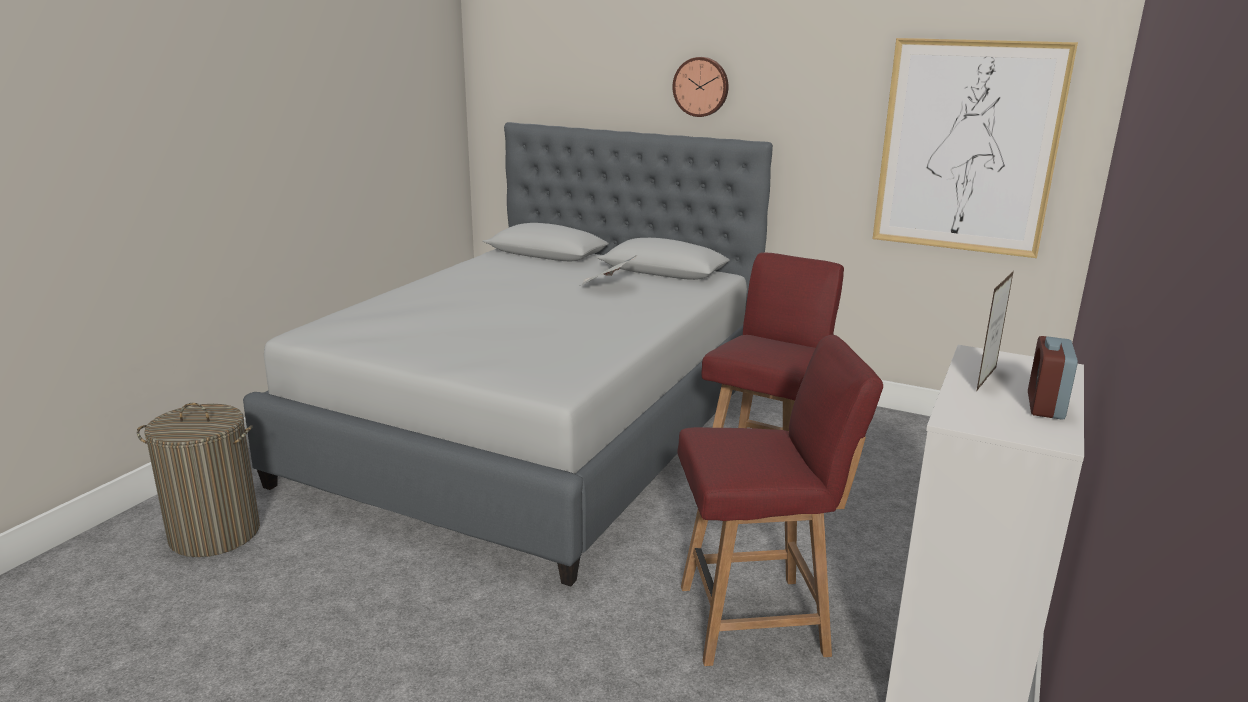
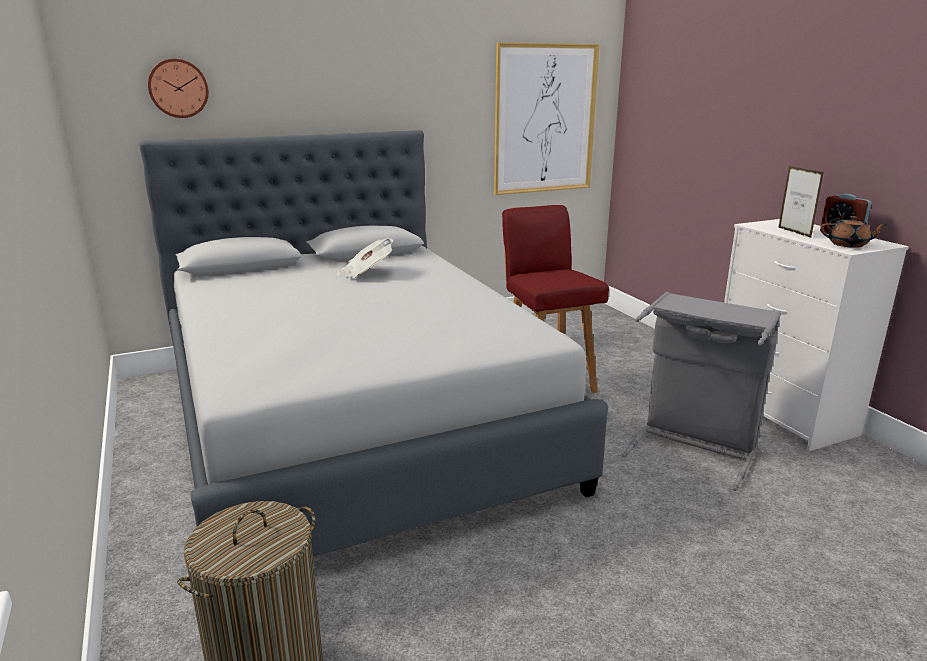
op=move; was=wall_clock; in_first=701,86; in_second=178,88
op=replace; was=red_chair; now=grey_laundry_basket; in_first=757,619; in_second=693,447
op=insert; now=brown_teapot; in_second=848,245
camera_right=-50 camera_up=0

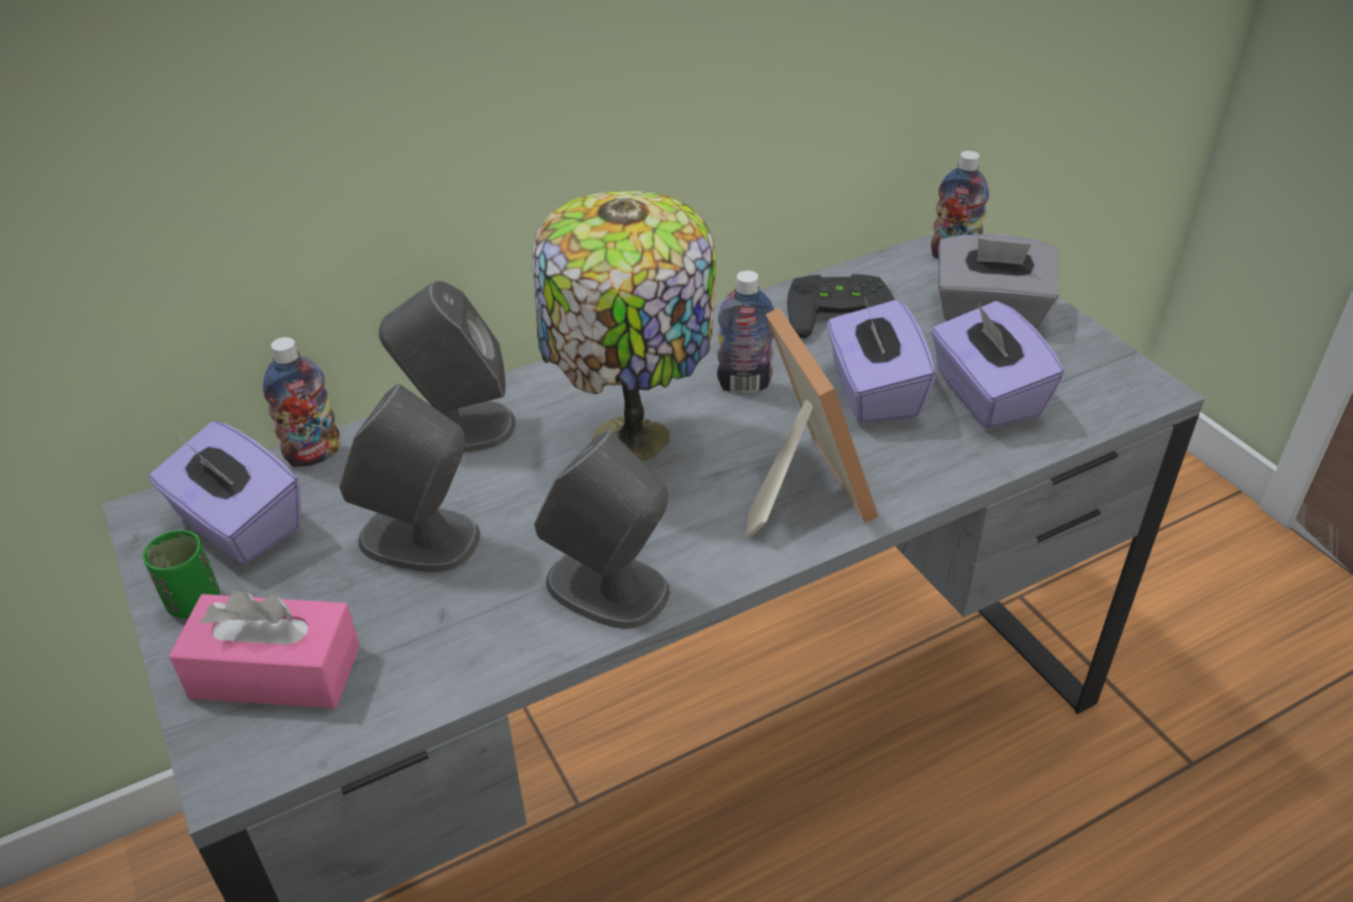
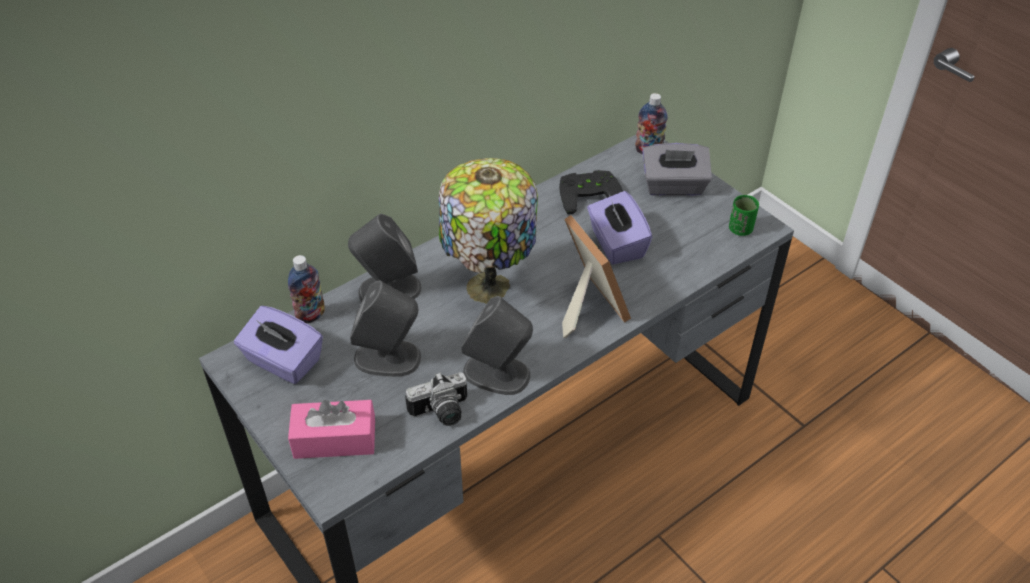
op=insert; now=photo_camera; in_second=441,413
op=move; was=green_cup; in_first=194,602; in_second=740,229
op=delete; was=bottle; in_first=744,384
op=delete; was=purple_tissue_box; in_first=985,395
camera_right=-10 camera_up=5

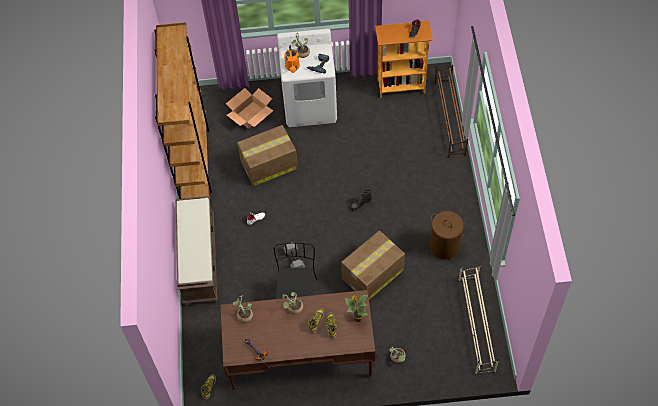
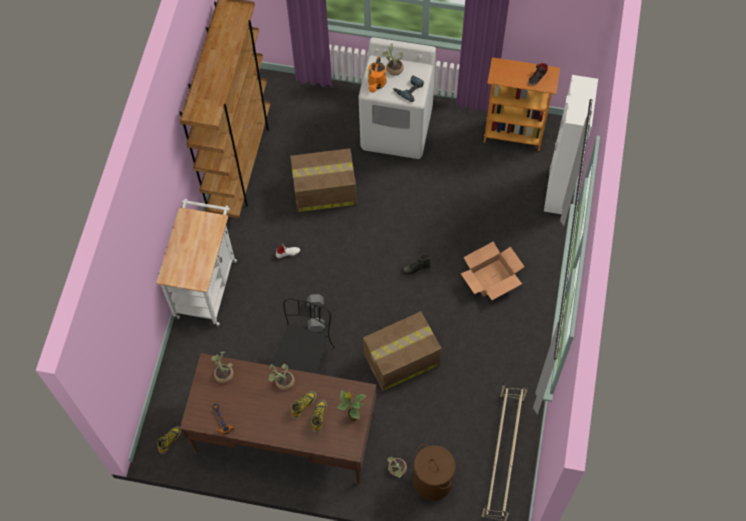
op=replace; was=brown_bench; now=white_cart; in_first=198,259; in_second=206,283
op=move; was=brown_laundry_basket; in_first=444,246; in_second=432,481
op=move; was=cardboard_box; in_first=250,114; in_second=491,277
op=replace; was=brown_shoe_rack; now=white_cabinet; in_first=449,118; in_second=558,191
camera_right=15 camera_up=5

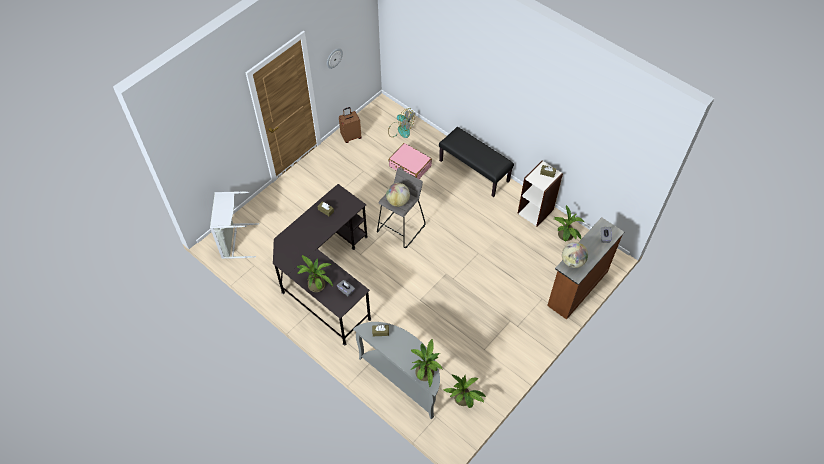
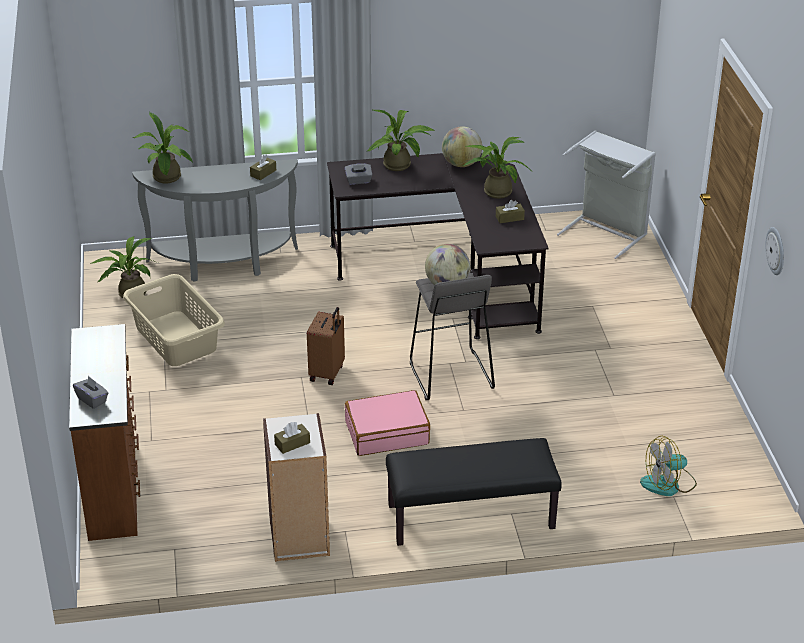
op=insert; now=beige_laundry_basket; in_second=176,338
op=move; was=brown_suitcase; in_first=351,136; in_second=327,373
op=move; was=pink_suitcase; in_first=410,166; in_second=387,432
op=move; was=globe; in_first=572,261; in_second=461,164
op=move; was=potted_plant; in_first=565,237; in_second=495,190
camera_right=130 camera_up=-20

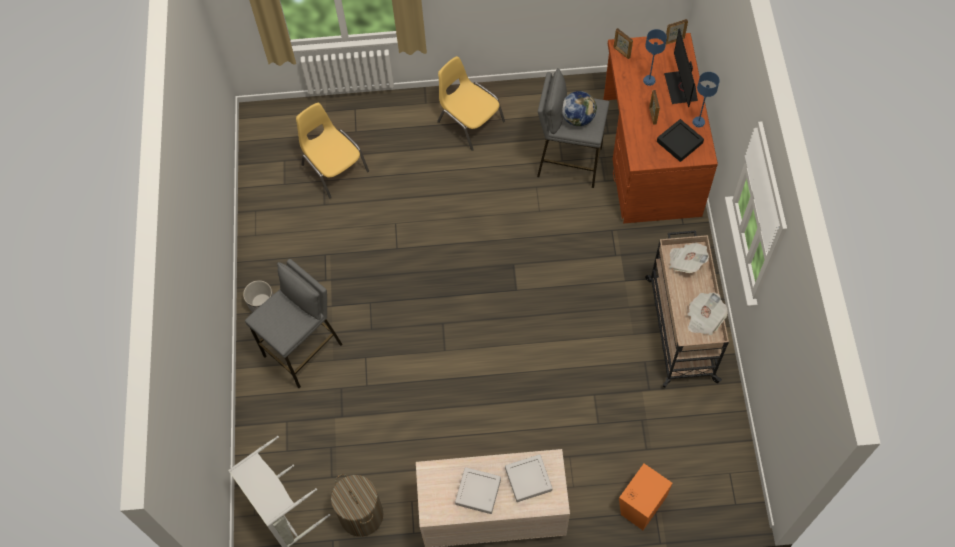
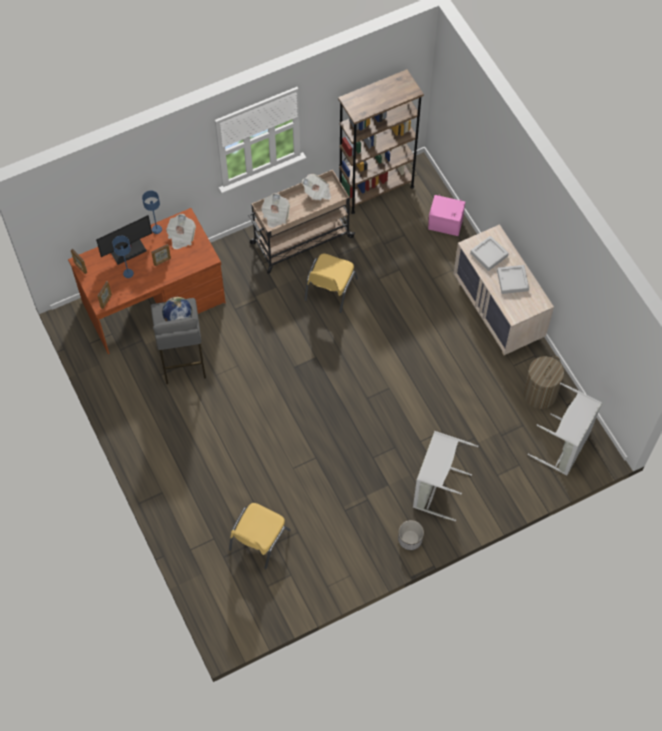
op=replace; was=black_tray; now=newspaper; in_first=679,142; in_second=181,236
op=move; was=yellow_chair; in_first=469,121; in_second=330,290
op=insert; now=brown_bookcase; in_second=376,189
op=replace; was=grey_stool; now=grey_laundry_basket; in_first=304,350; in_second=435,488
op=recolor; was=orange_speaker; now=pink_speaker; in_first=641,505; in_second=445,226
camera_right=-115 camera_up=0

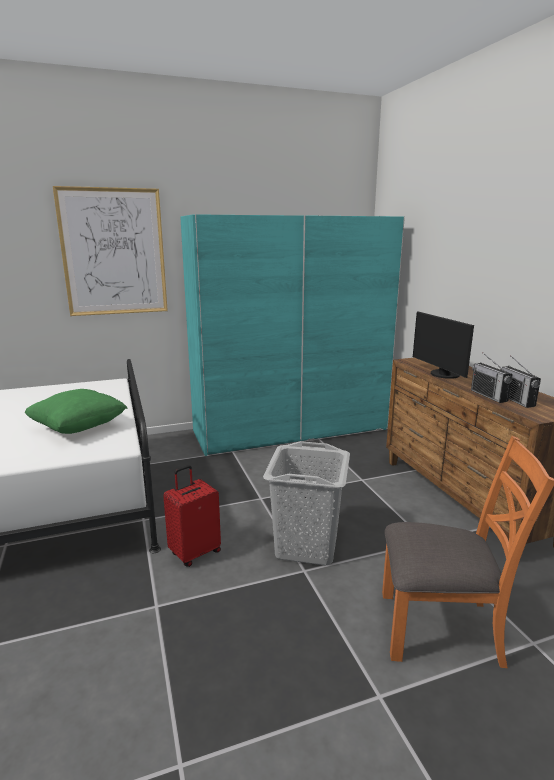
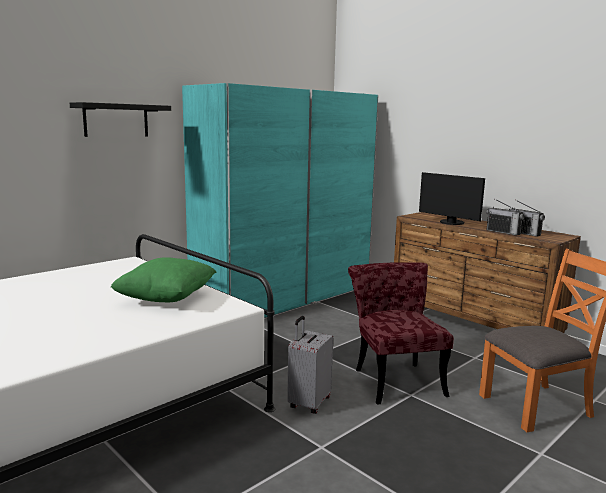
op=replace; was=picture; now=black_shelf; in_first=114,252; in_second=116,120
op=recolor; was=red_suitcase; now=grey_suitcase; in_first=194,552; in_second=308,403
op=replace; was=grey_laundry_basket; now=red_chair; in_first=307,545; in_second=394,378
camera_right=-25 camera_up=-5

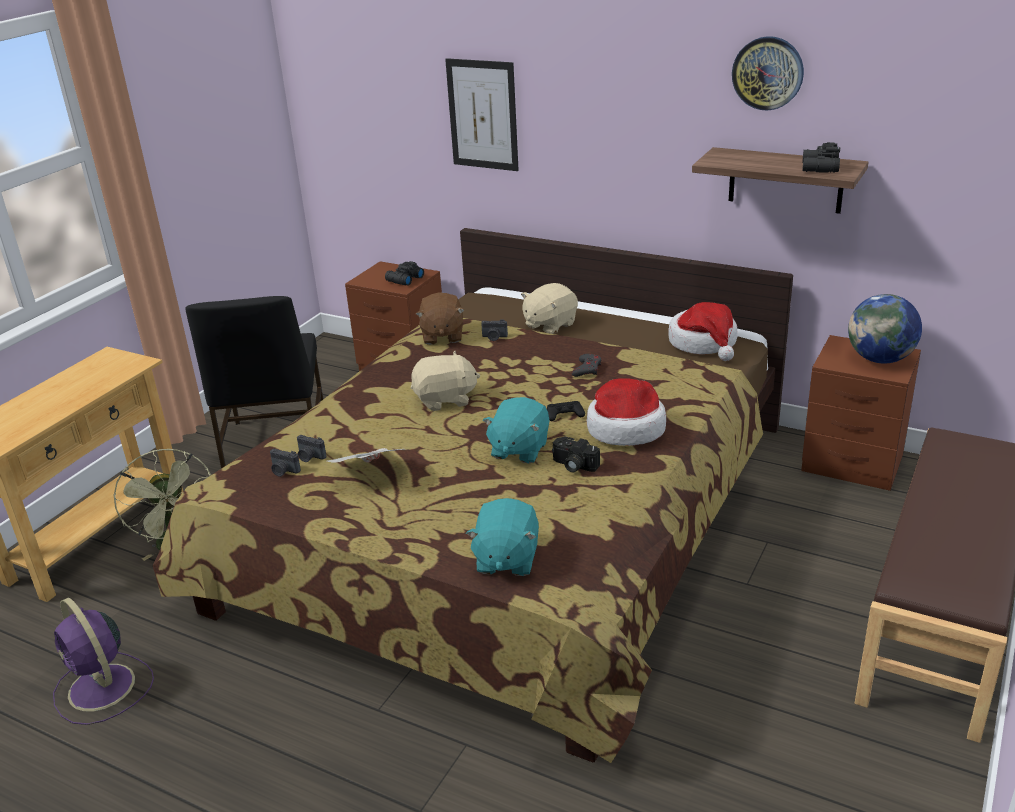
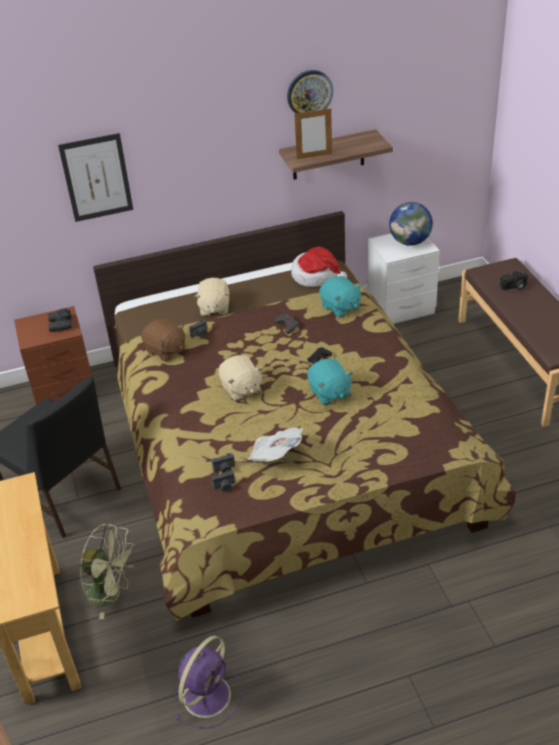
op=rotate; was=purple_fan; in_first=103,689; in_second=208,694; clockwise=-60
op=rotate; was=beige_plush_toy; in_first=445,400; in_second=241,389; clockwise=120
op=insert; now=picture_frame; in_second=314,156
op=move; was=turquoise_plush_toy; in_first=506,559; in_second=340,307
op=recolor; was=brown_nightstand; now=white_nightstand; in_first=854,464; in_second=402,308
op=move; was=photo_camera; in_first=573,465; in_second=514,287
op=delete; was=hat; in_first=625,428
op=delete; was=black_binoculars; in_first=818,168
camera_right=-45 camera_up=10

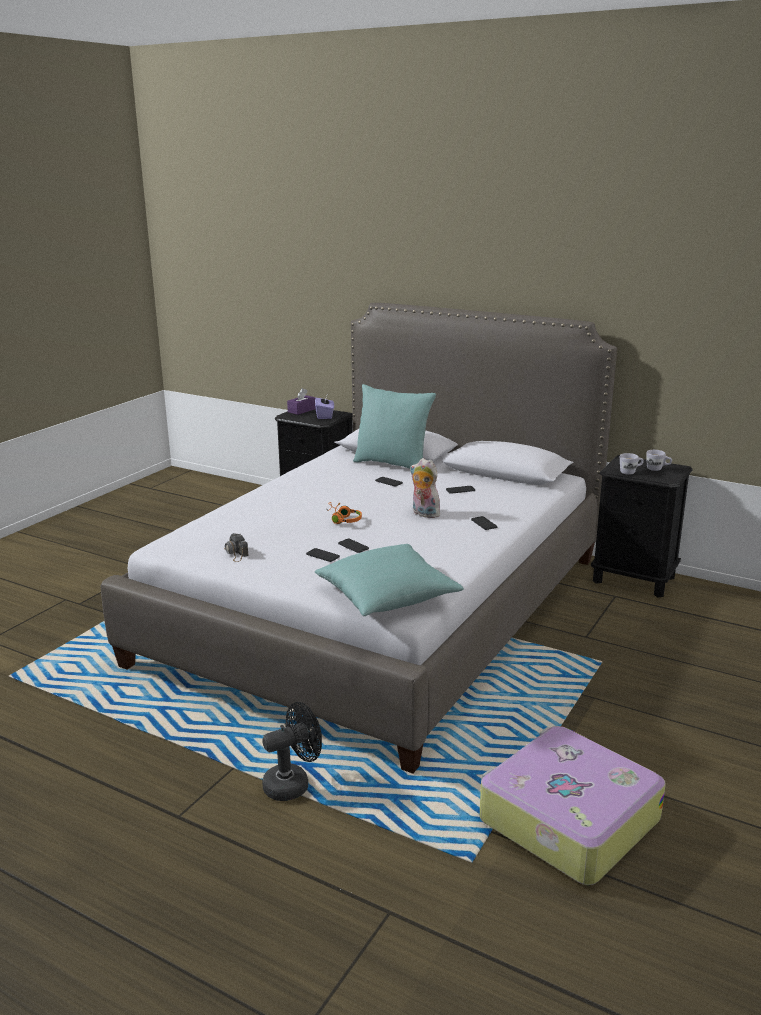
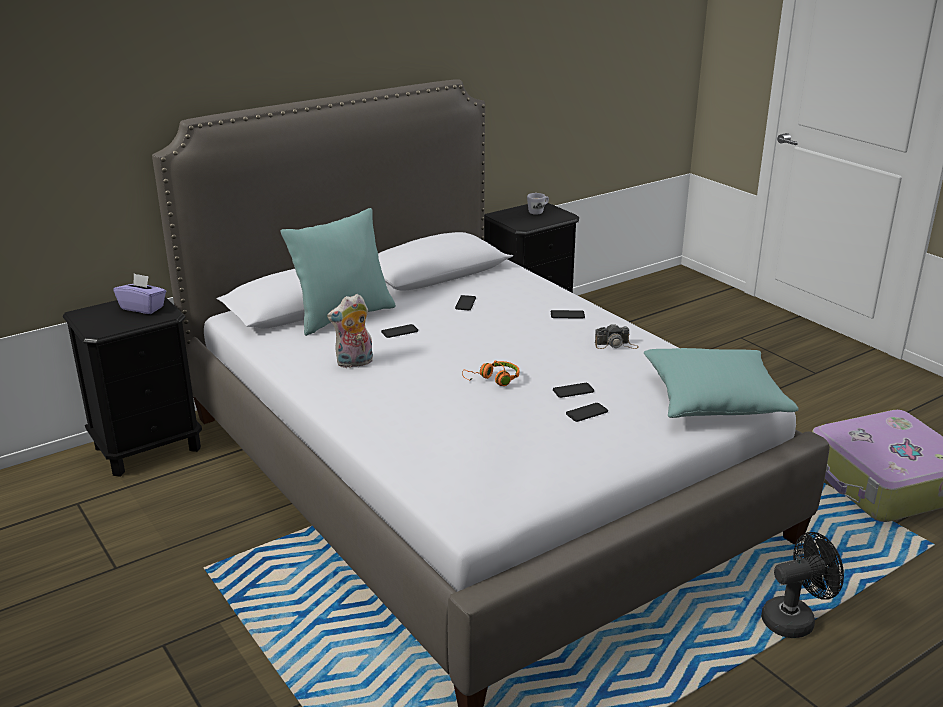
op=move; was=plush_toy; in_first=424,514; in_second=354,363
op=move; was=photo_camera; in_first=235,553; in_second=616,345
op=rotate; was=black_fan; in_first=293,783; in_second=795,619; clockwise=75
op=delete; was=purple_tissue_box; in_first=302,410
op=delete; was=white_mug; in_first=630,472
camera_right=-65 camera_up=5

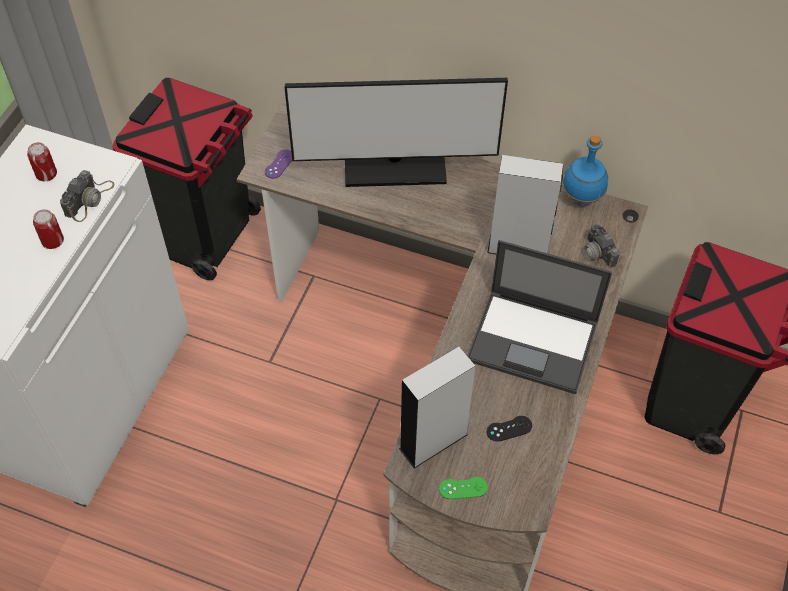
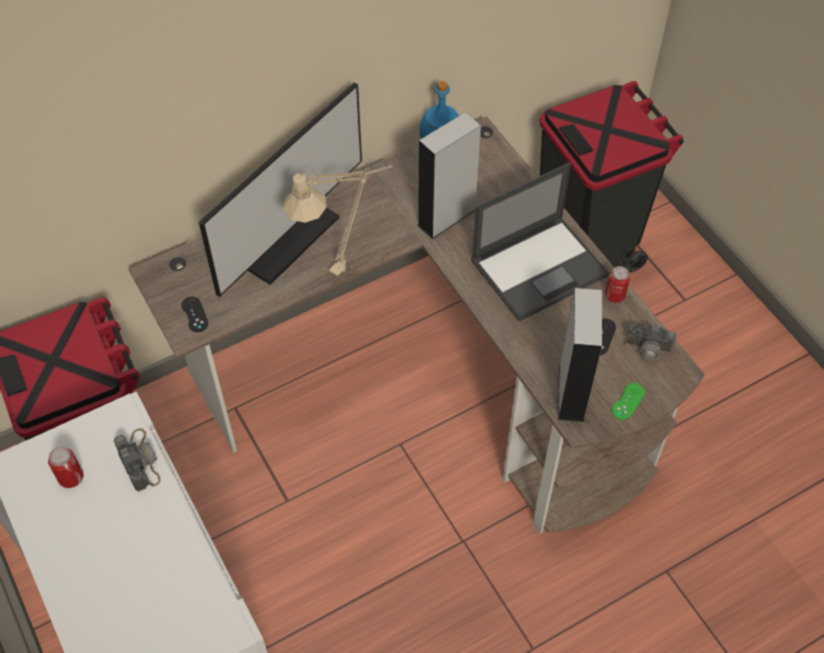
op=recolor; was=purple_game_controller; now=black_game_controller; in_first=279,164; in_second=194,314
op=insert; now=beige_table_lamp; in_second=349,265
op=move; was=can; in_first=53,241; in_second=614,295
op=move; was=photo_camera; in_first=598,256; in_second=652,351
camera_right=-50 camera_up=0

